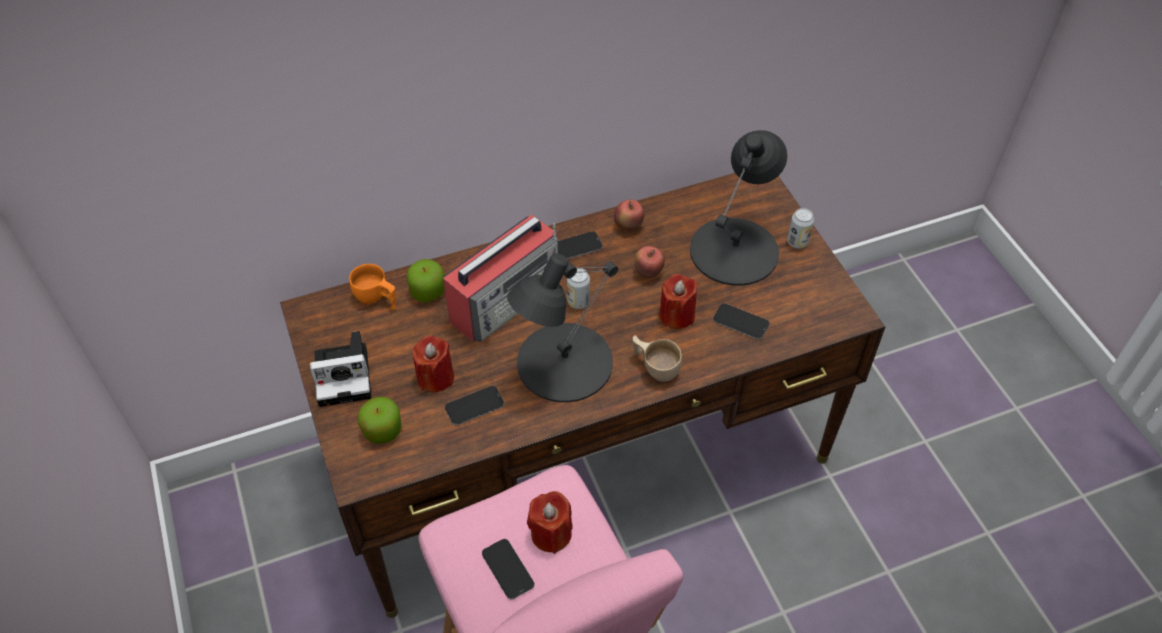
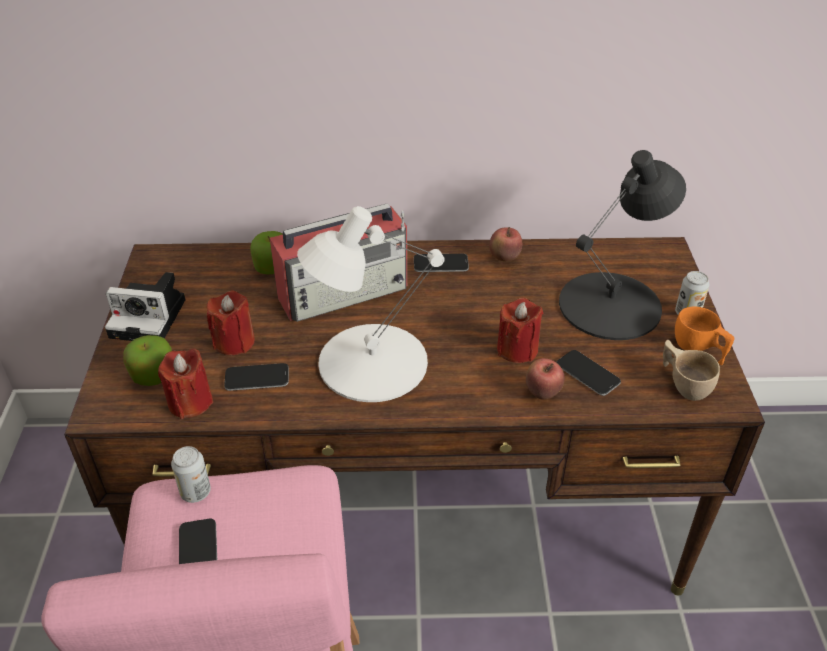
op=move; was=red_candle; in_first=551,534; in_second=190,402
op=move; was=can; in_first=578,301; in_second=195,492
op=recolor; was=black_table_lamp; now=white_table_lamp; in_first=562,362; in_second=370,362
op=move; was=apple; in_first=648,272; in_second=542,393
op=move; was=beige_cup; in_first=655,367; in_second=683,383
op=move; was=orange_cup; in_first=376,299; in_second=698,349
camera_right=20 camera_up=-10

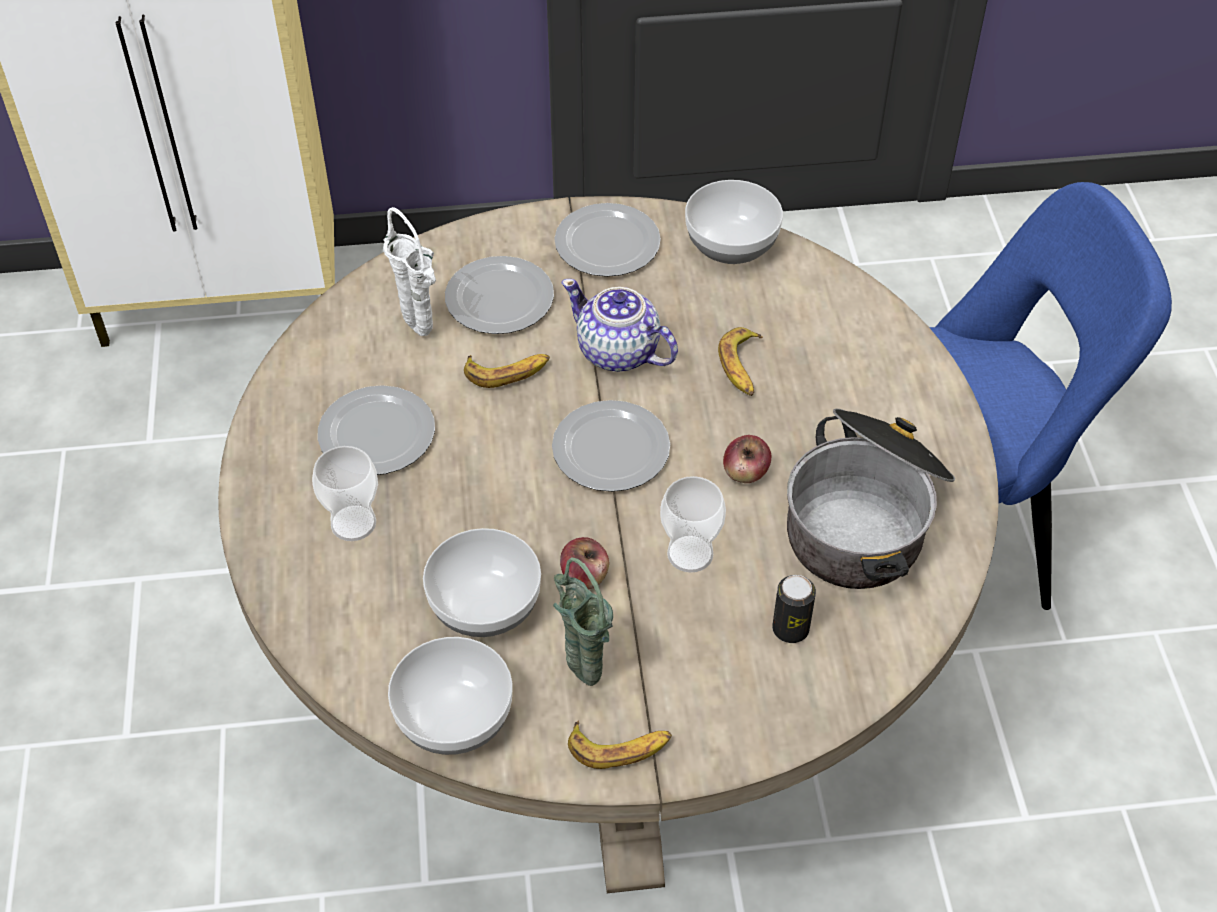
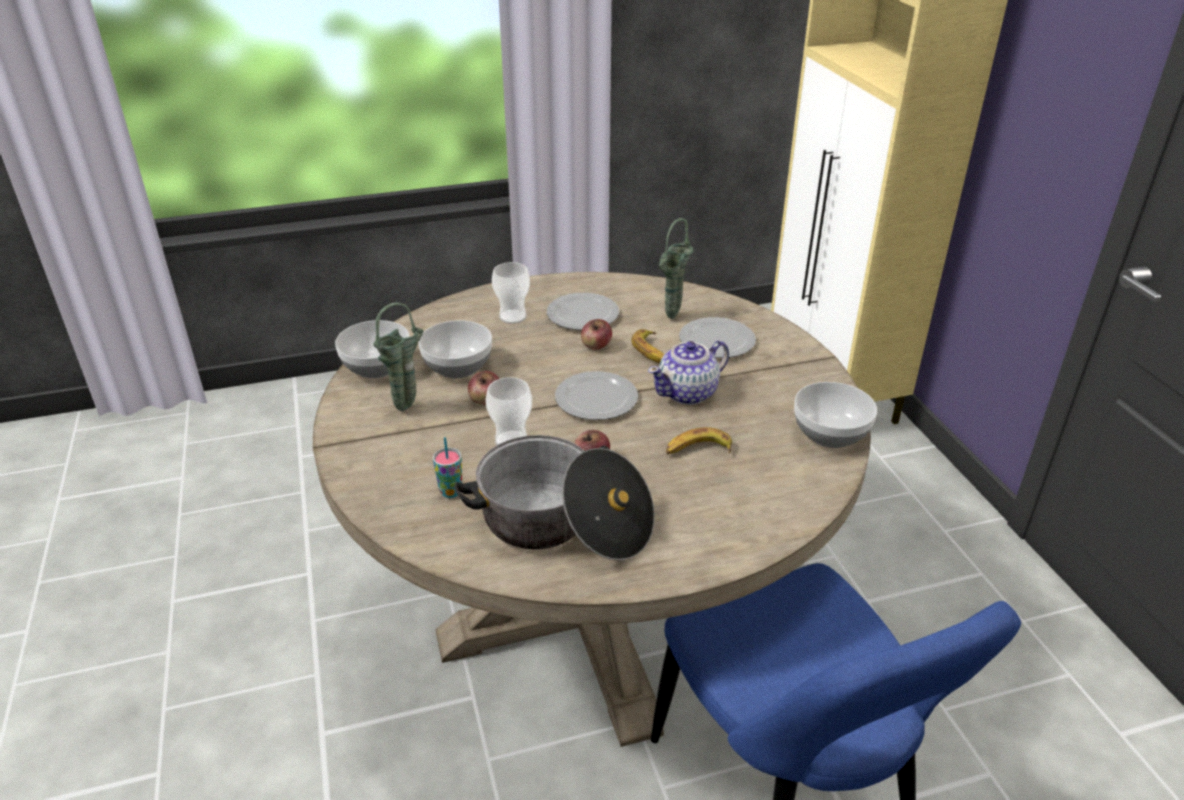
op=replace; was=can; now=cup; in_first=790,629; in_second=451,491
op=insert; now=apple; in_second=596,346
op=rotate; was=teapot; in_first=618,353; in_second=688,393; clockwise=-150
op=recolor; was=white_vase; now=green_vase; in_first=422,334; in_second=671,318
op=delete; was=plate; in_first=607,242
op=delete; was=banana; in_first=620,747
camera_right=80 camera_up=-15

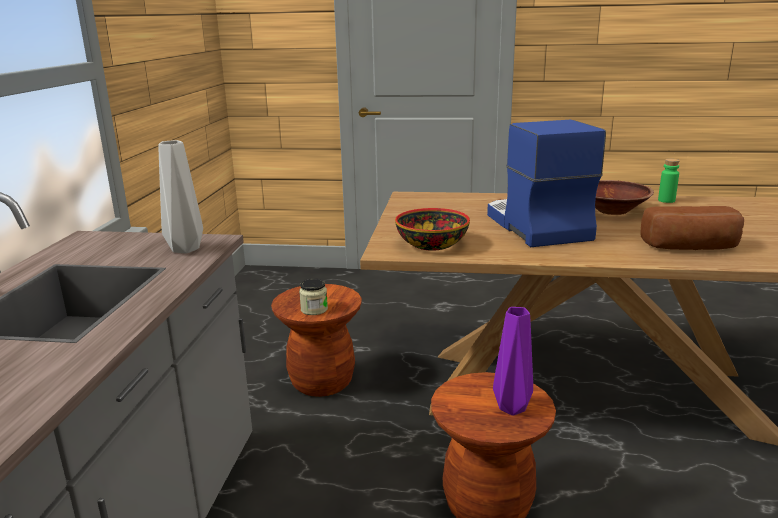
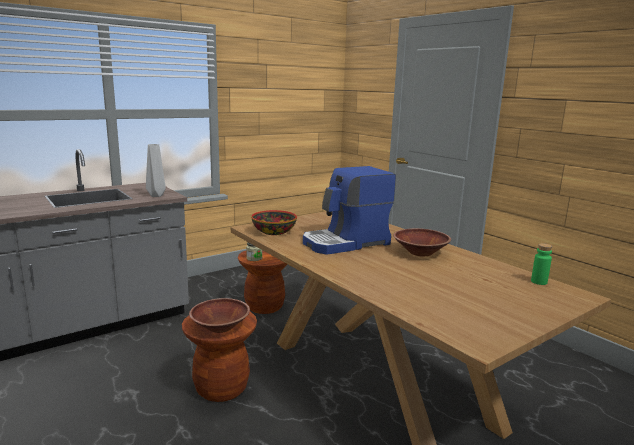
op=replace; was=purple_vase; now=brown_bowl; in_first=513,409; in_second=220,327
op=rotate; was=coffee_machine; in_first=535,226; in_second=346,243; clockwise=-150
op=move; was=green_bottle; in_first=666,200; in_second=539,282
op=delete; was=bread; in_first=692,248
camera_right=45 camera_up=-5

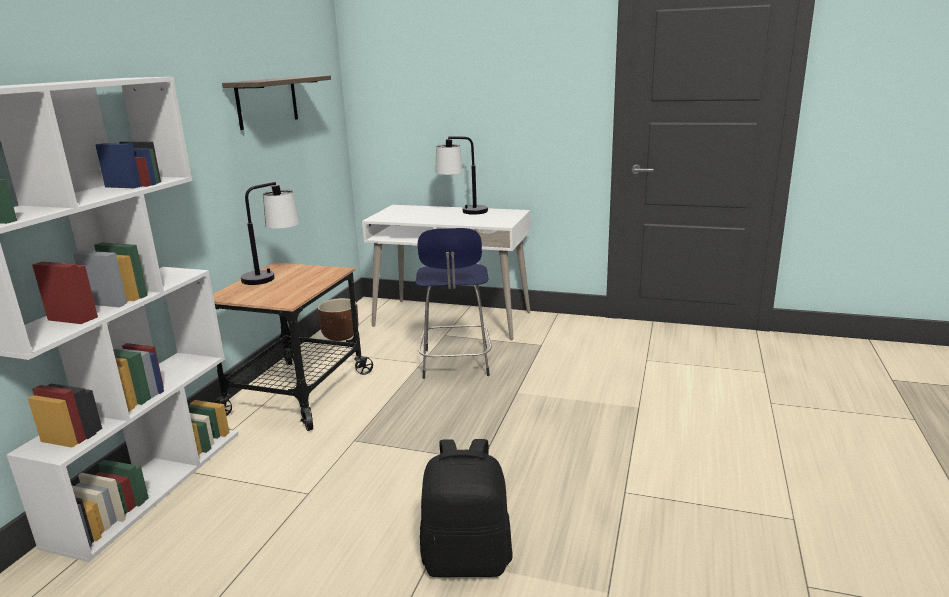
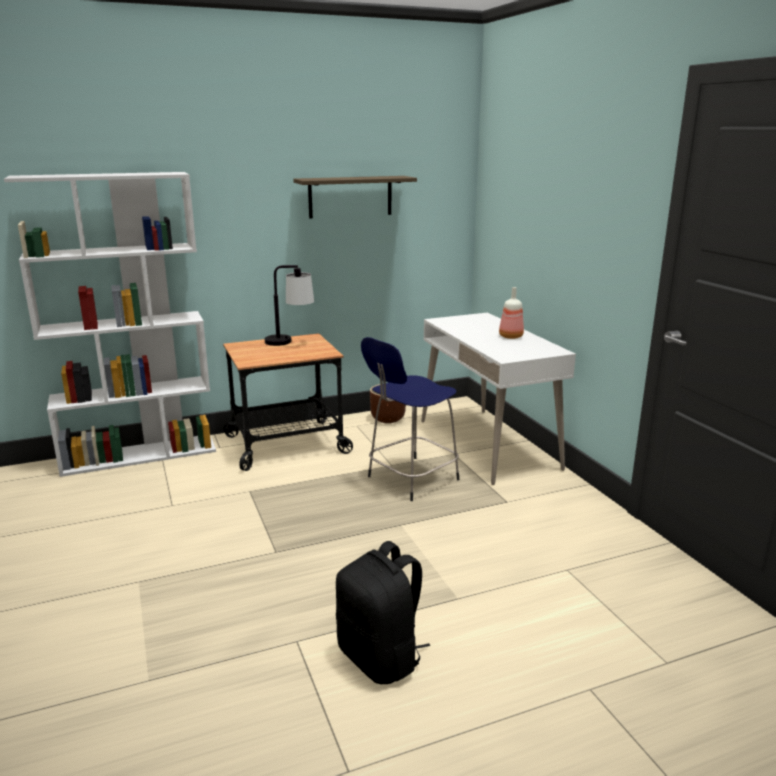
op=move; was=black_backpack; in_first=467,559; in_second=381,658
op=replace; was=table_lamp; now=bottle; in_first=463,213; in_second=511,337
camera_right=50 camera_up=0

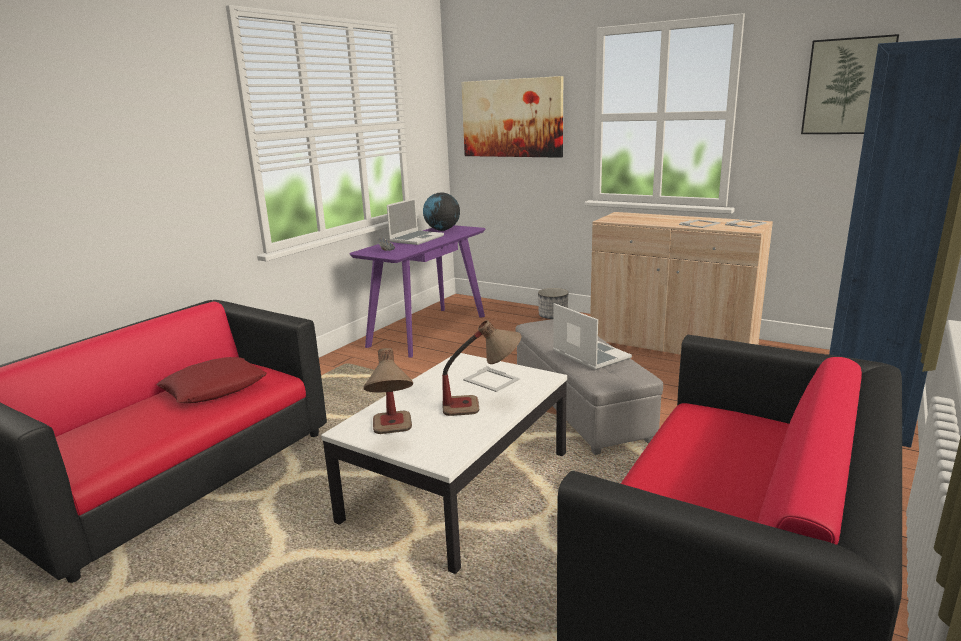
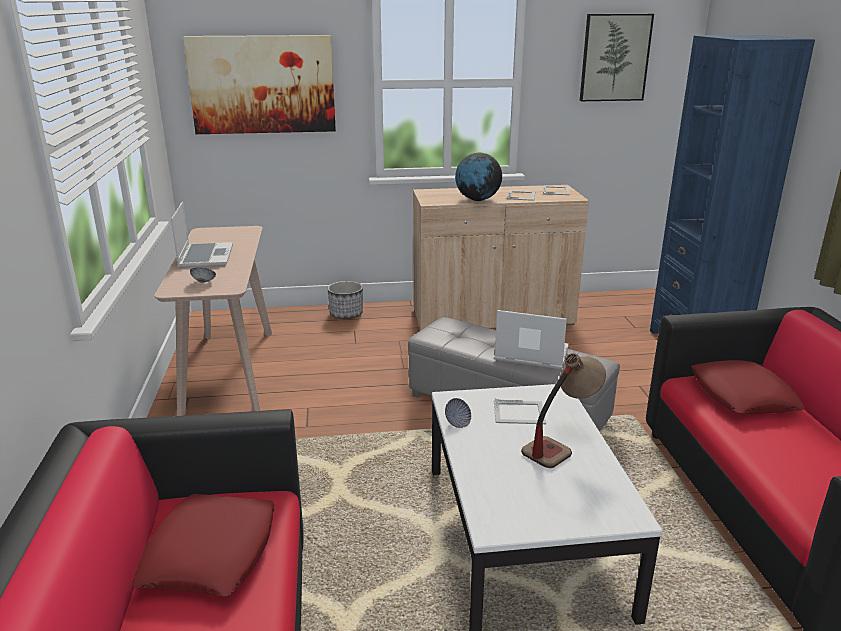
op=recolor; was=purple_console_table; now=beige_console_table; in_first=428,330; in_second=229,370
op=insert; now=bowl; in_second=457,423
op=move; was=globe; in_first=442,230; in_second=477,199
op=insert; now=red_pillow; in_second=743,396
op=delete; was=table_lamp; in_first=393,435
camera_right=-40 camera_up=5

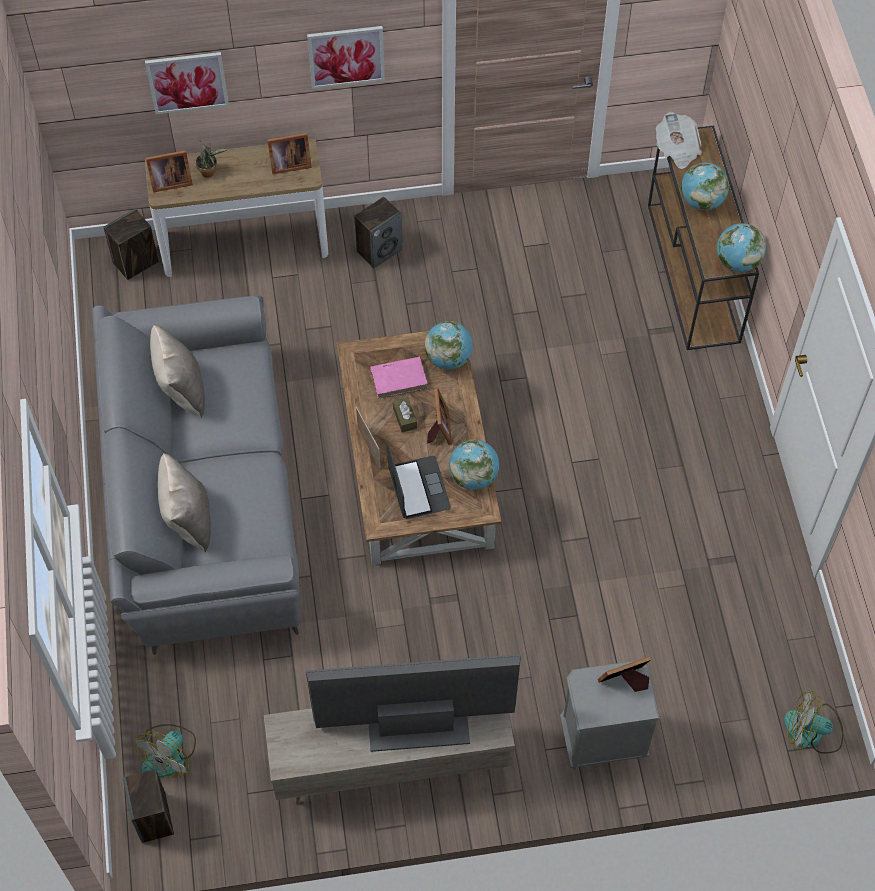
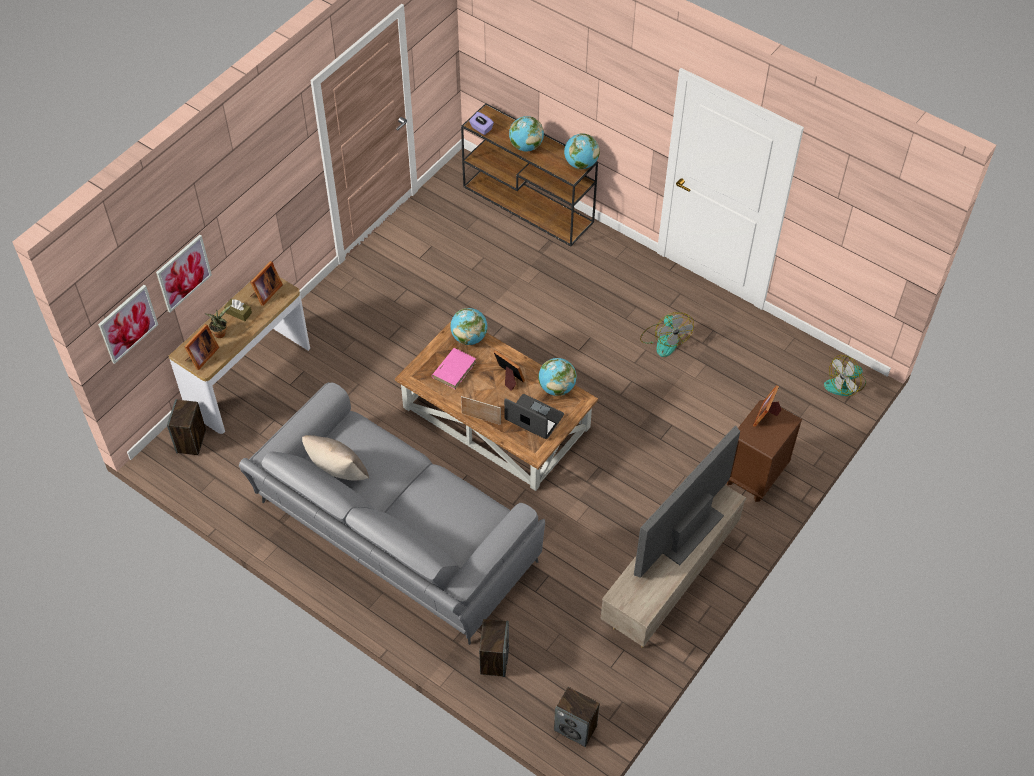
op=move; was=picture; in_first=346,56; in_second=127,323
op=move; was=brown_tissue_box; in_first=405,418; in_second=238,313
op=replace; was=newspaper; now=purple_tissue_box; in_first=677,149; in_second=481,128
op=move; was=speaker; in_first=379,250; in_second=494,659
op=move; was=fan; in_first=170,754; in_second=664,340
op=recolor; was=grey_nightstand; now=brown_nightstand; in_first=601,740; in_second=755,475
op=delete; was=beige_pillow; in_first=188,520
camera_right=-45 camera_up=-5

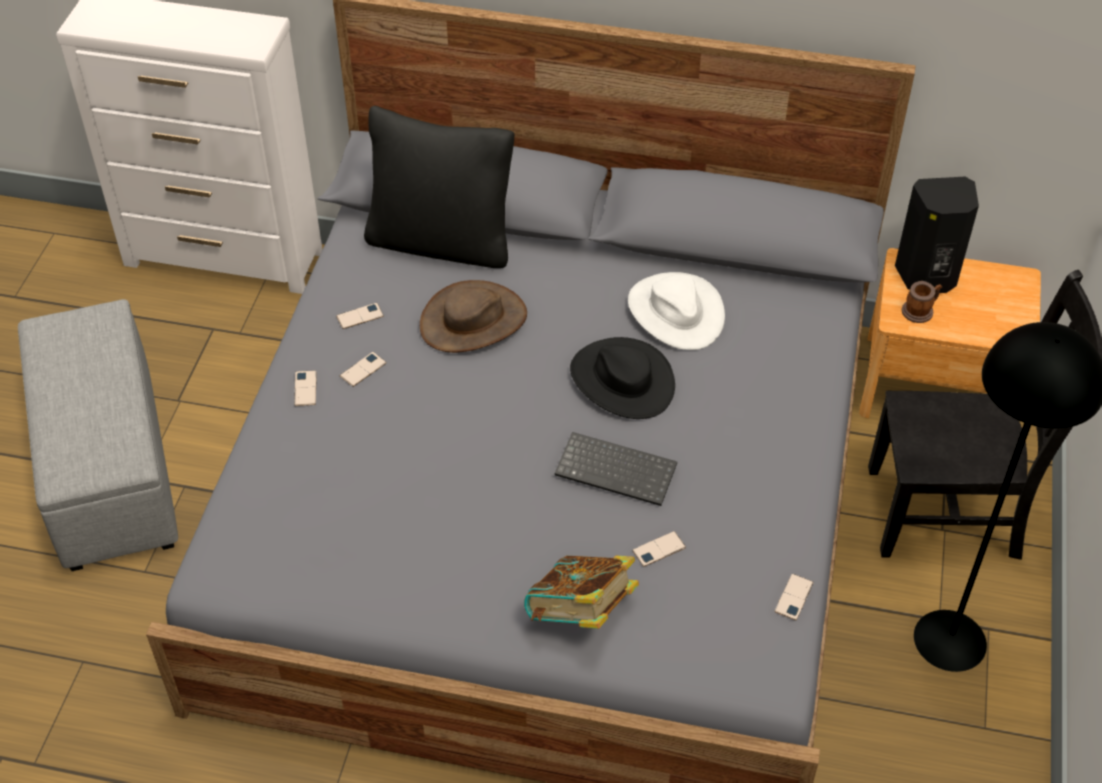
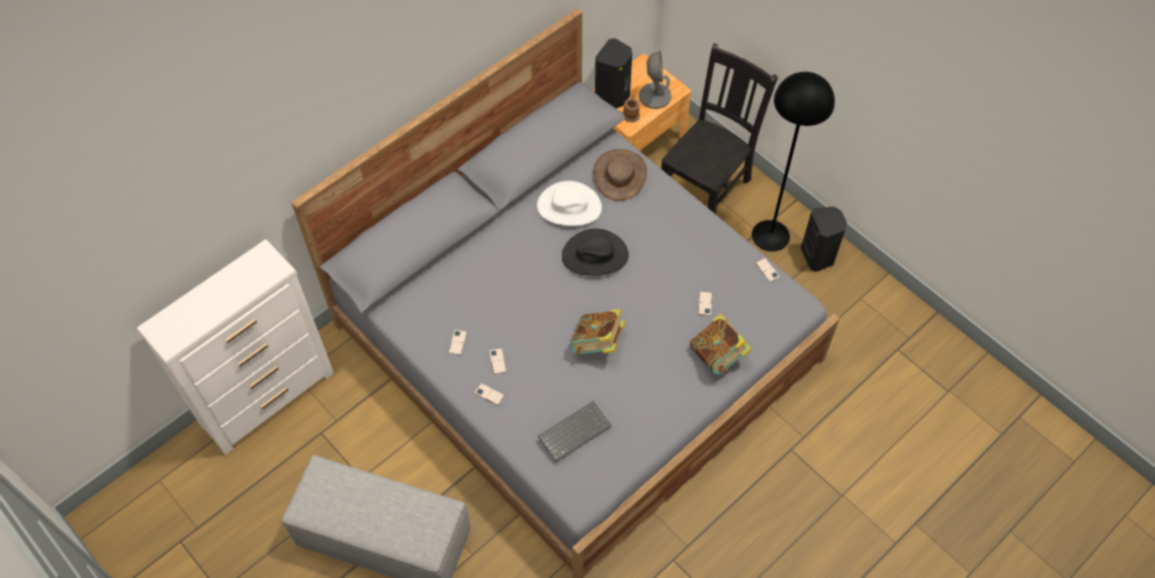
op=move; was=keyboard; in_first=618,469; in_second=574,430
op=insert; now=book; in_second=597,343
op=move; was=brown_hat; in_first=473,321; in_second=620,175
op=insert; now=grey_table_lamp; in_second=655,96
op=insert; now=black_speaker; in_second=818,256
op=delete; was=black_pillow; in_first=441,241
camera_right=-55 camera_up=10

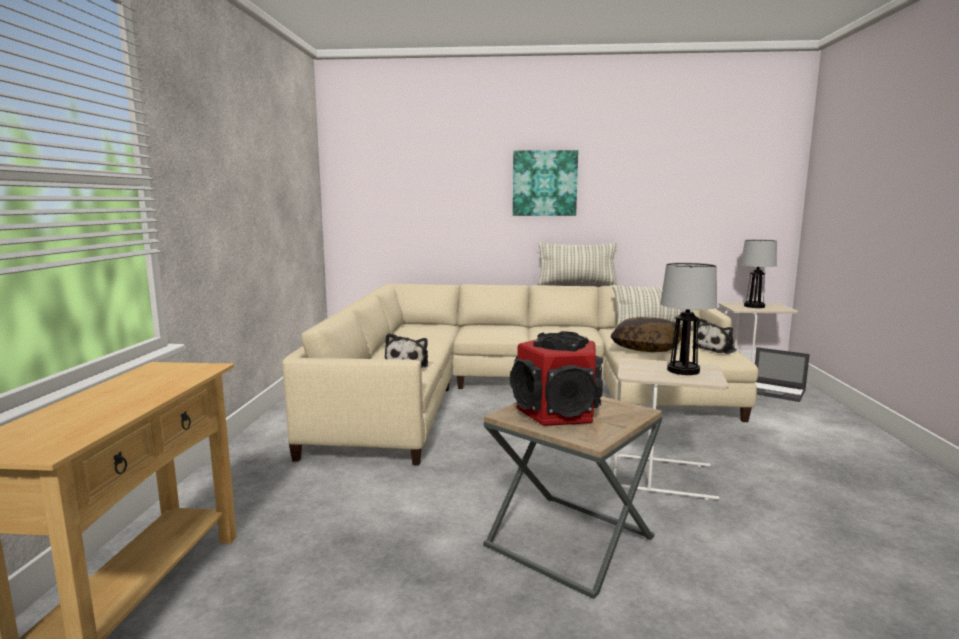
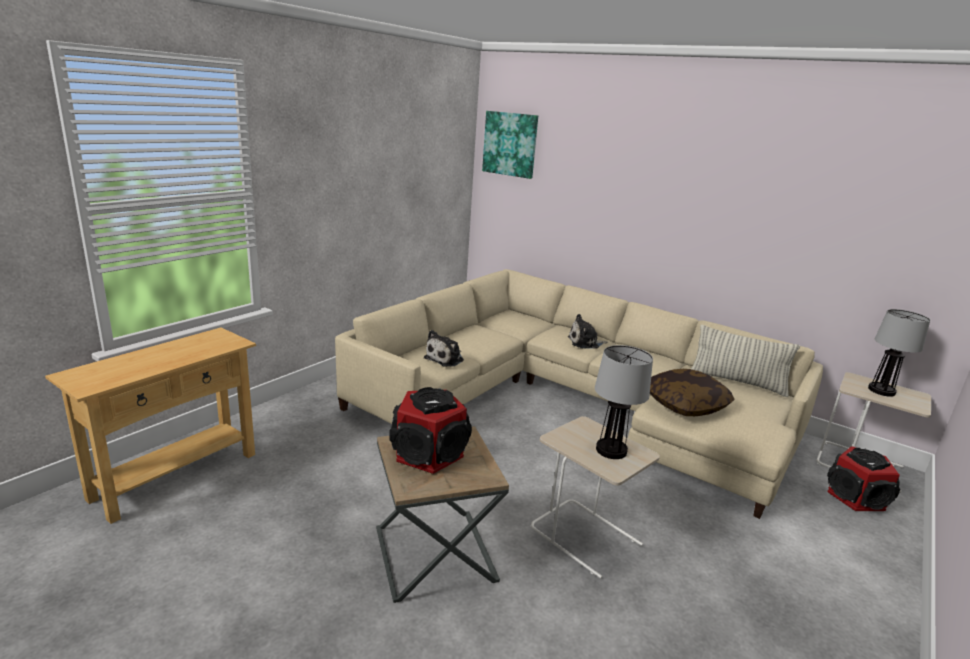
op=move; was=picture; in_first=544,183; in_second=510,144
op=move; was=plush_toy; in_first=716,349; in_second=585,343
op=replace; was=laptop; now=speaker; in_first=776,392; in_second=856,498
op=delete; was=pillow; in_first=577,284
camera_right=30 camera_up=10

